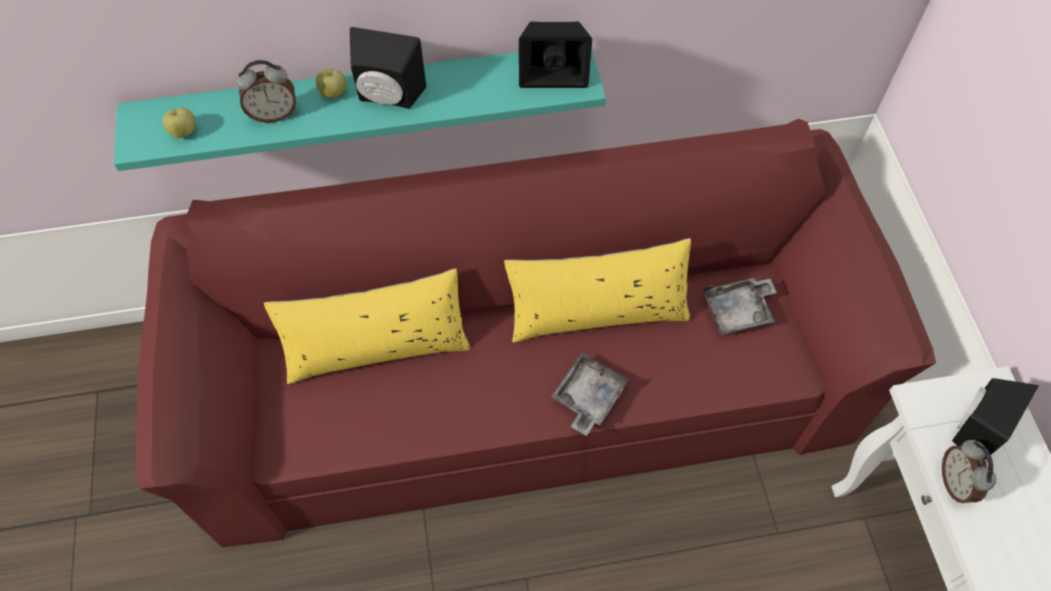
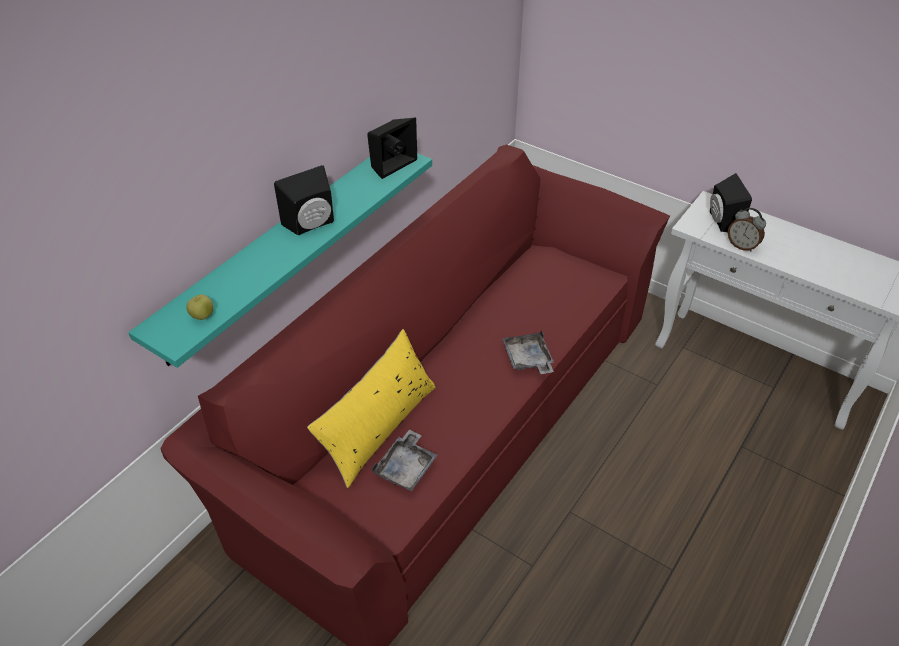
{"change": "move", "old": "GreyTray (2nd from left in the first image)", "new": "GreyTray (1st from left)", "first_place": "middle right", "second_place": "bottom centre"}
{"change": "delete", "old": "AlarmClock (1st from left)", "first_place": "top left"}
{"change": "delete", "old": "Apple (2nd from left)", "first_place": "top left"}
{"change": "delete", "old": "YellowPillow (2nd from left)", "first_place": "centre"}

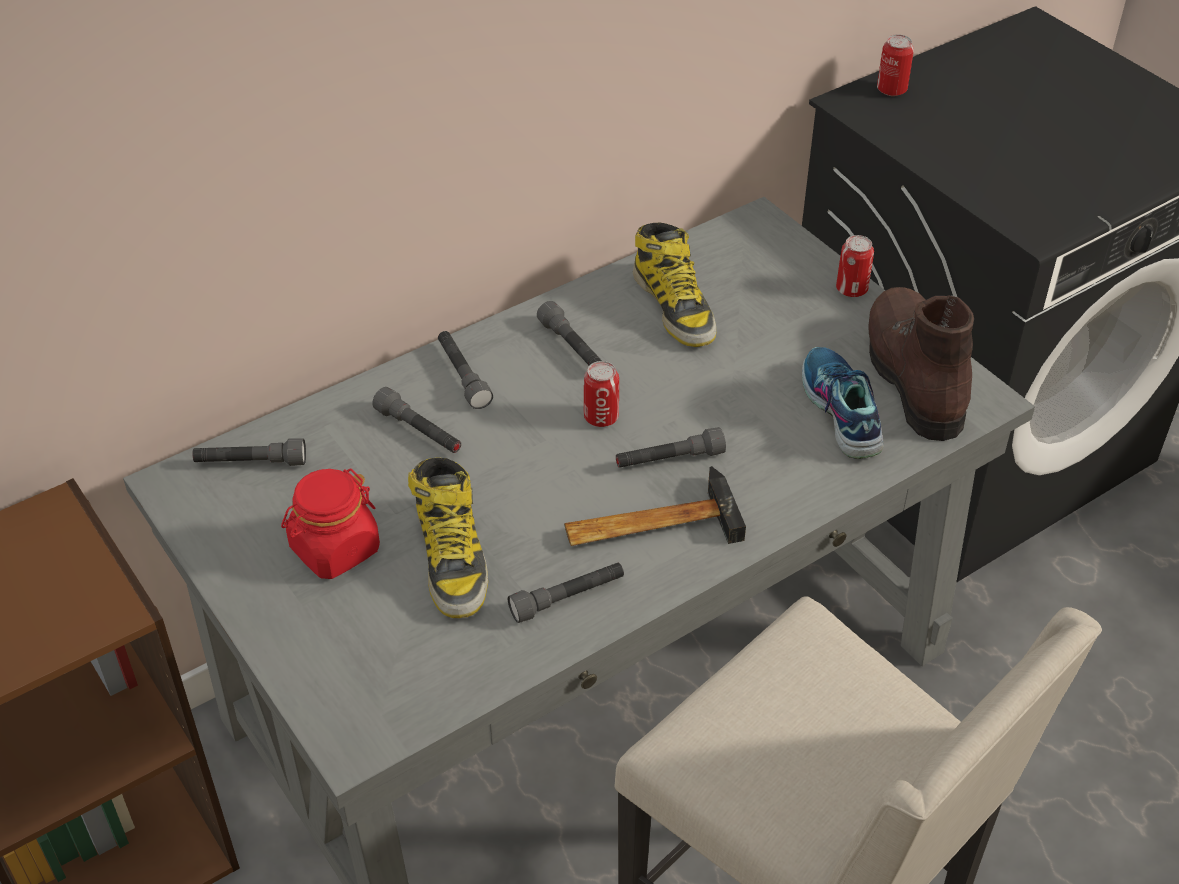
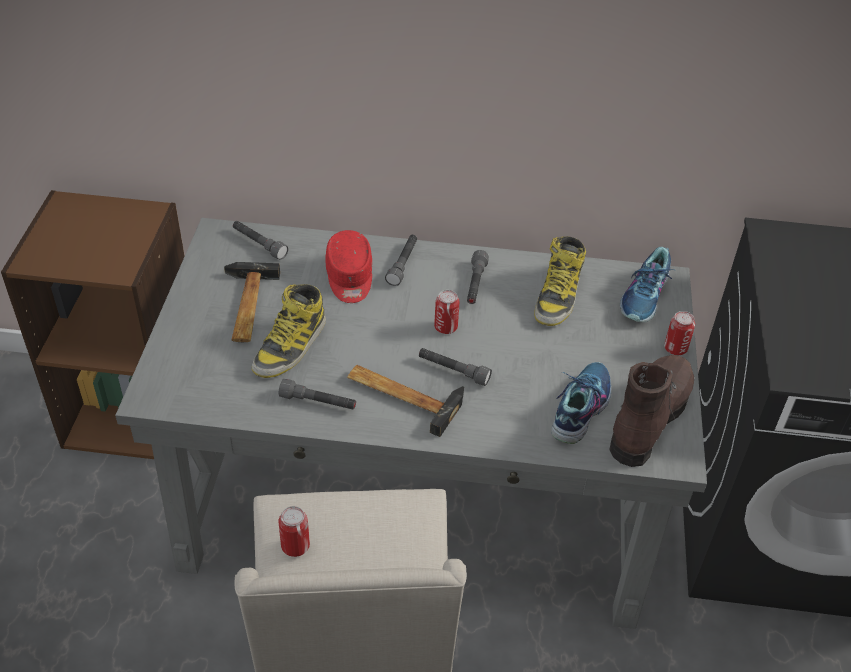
{"change": "replace", "old": "RedJar", "new": "Hammer (1st from left)", "first_place": "middle left", "second_place": "middle left"}
{"change": "move", "old": "Can (3rd from left in the first image)", "new": "Can (1st from left)", "first_place": "top right", "second_place": "bottom centre"}
{"change": "replace", "old": "GreyFlashlight (2nd from left)", "new": "RedCap", "first_place": "centre", "second_place": "centre"}
{"change": "insert", "new": "Shoe (2nd from left)", "second_place": "middle right"}

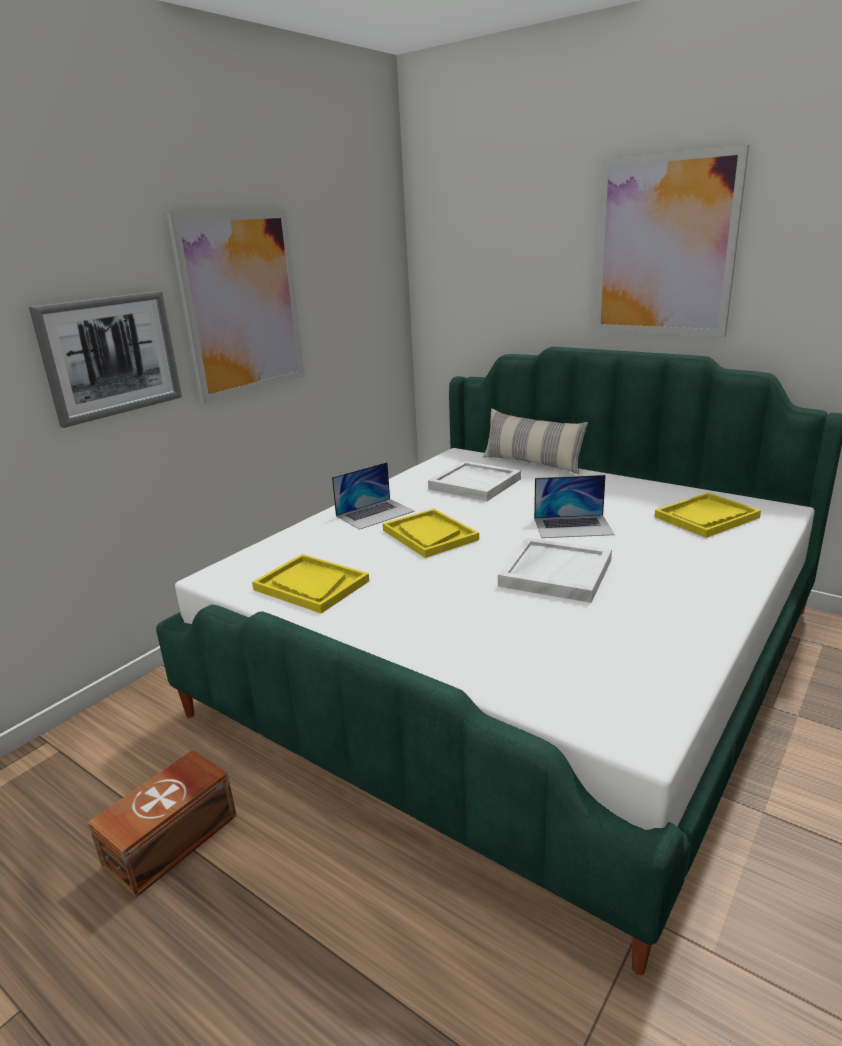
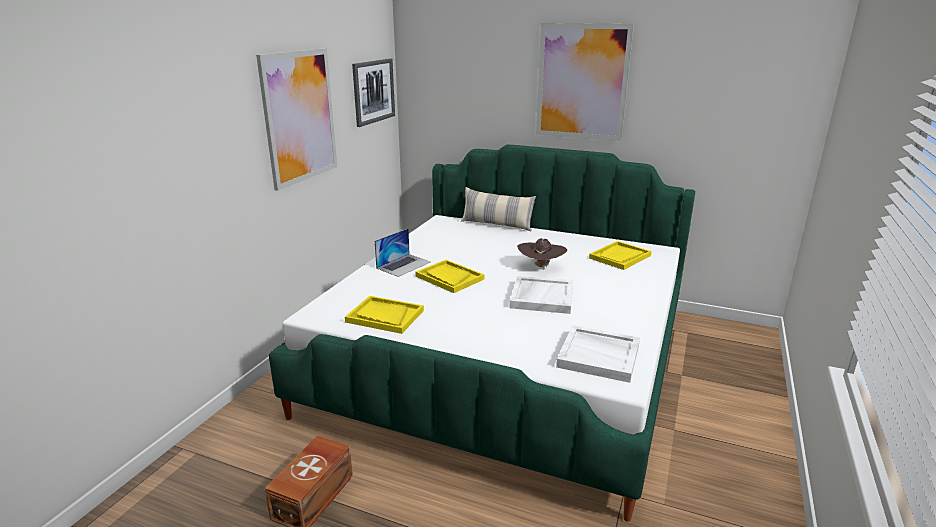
{"change": "move", "old": "Picture (1st from left in the first image)", "new": "Picture (2nd from left)", "first_place": "middle left", "second_place": "top centre"}
{"change": "replace", "old": "Laptop (2nd from left)", "new": "BrownHat", "first_place": "middle right", "second_place": "centre"}
{"change": "move", "old": "WhiteTray (1st from left in the first image)", "new": "WhiteTray (2nd from left)", "first_place": "centre", "second_place": "bottom centre"}

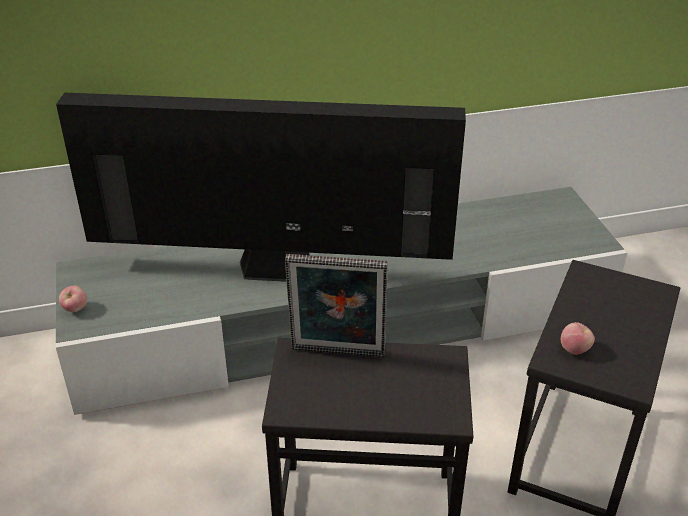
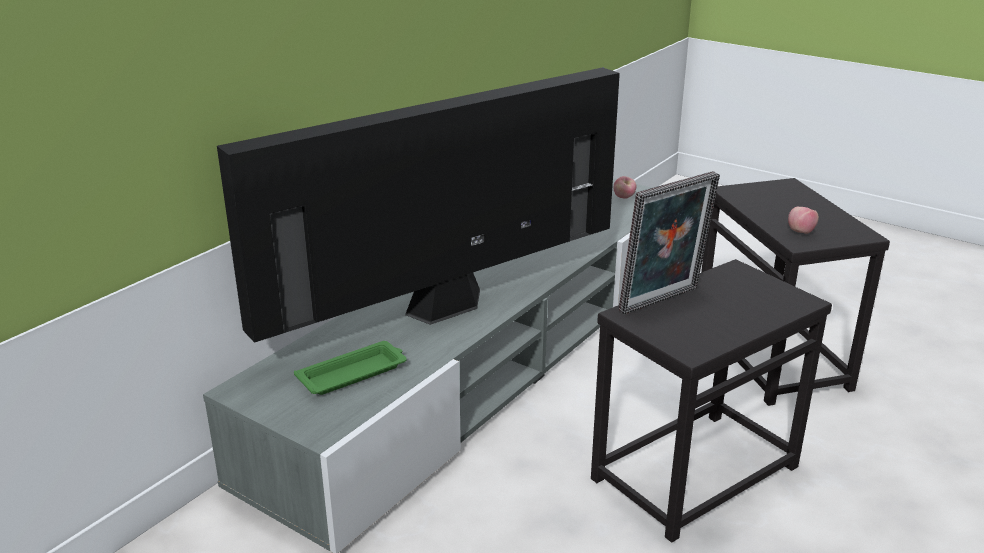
{"change": "insert", "new": "GreenTray", "second_place": "centre"}
{"change": "move", "old": "Apple (1st from left)", "first_place": "middle left", "second_place": "centre"}

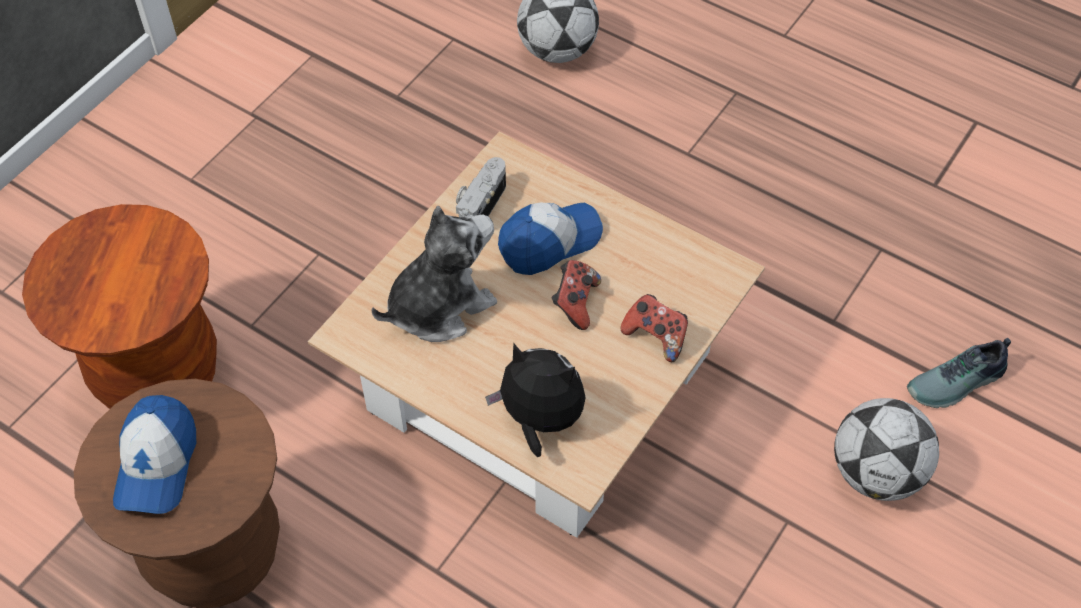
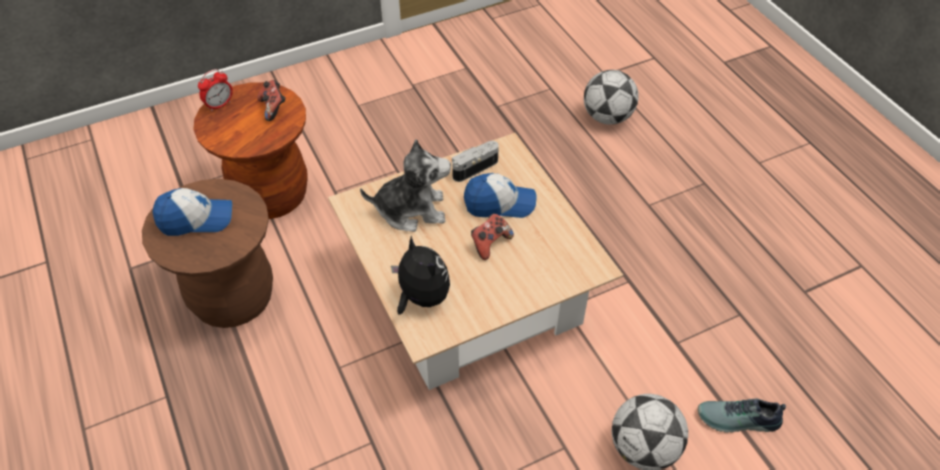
{"change": "rotate", "old": "Cap (1st from left)", "first_place": "bottom left", "second_place": "middle left", "degrees": -135}
{"change": "insert", "new": "AlarmClock", "second_place": "top left"}
{"change": "move", "old": "GameController (2nd from left in the first image)", "new": "GameController (1st from left)", "first_place": "centre", "second_place": "top left"}

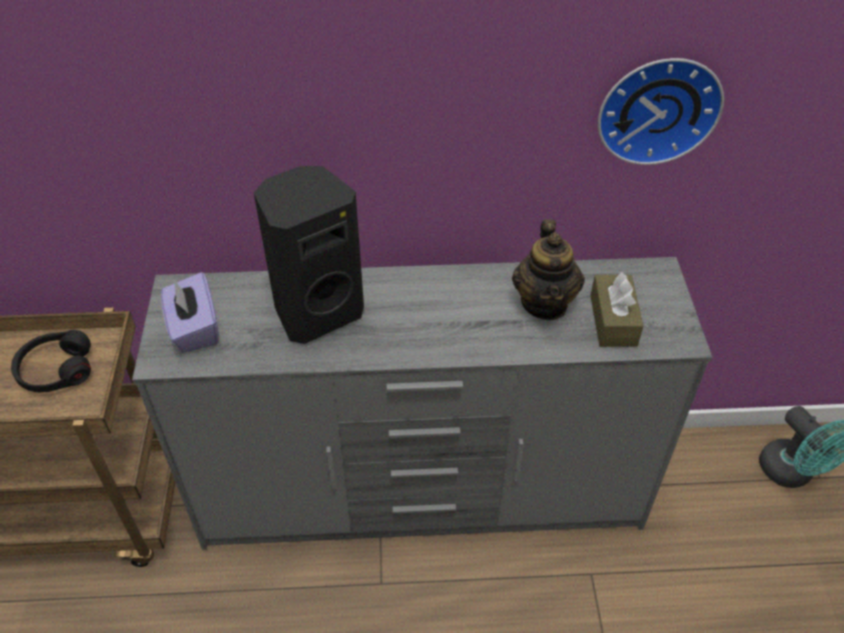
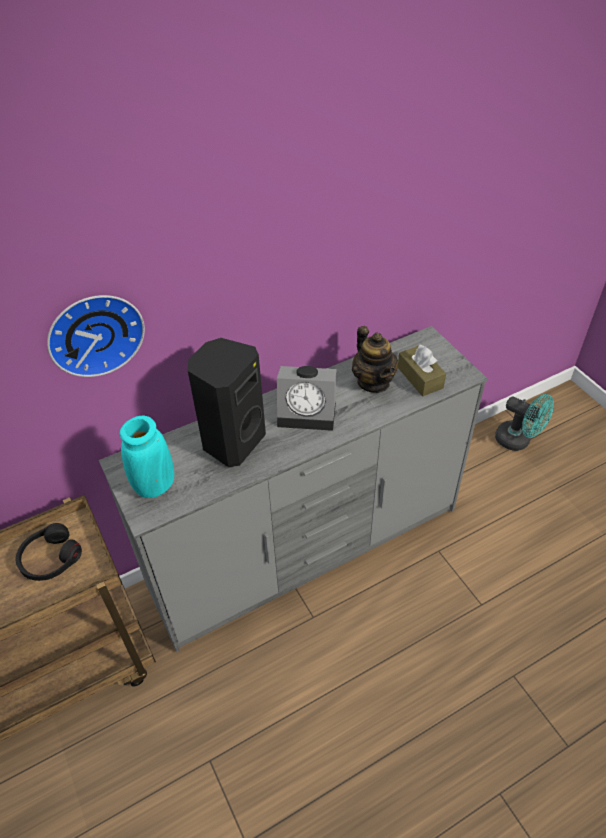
{"change": "move", "old": "WallClock", "first_place": "top right", "second_place": "middle left"}
{"change": "replace", "old": "PurpleTissueBox", "new": "TurquoiseVase", "first_place": "middle left", "second_place": "middle left"}
{"change": "insert", "new": "AlarmClock", "second_place": "centre"}

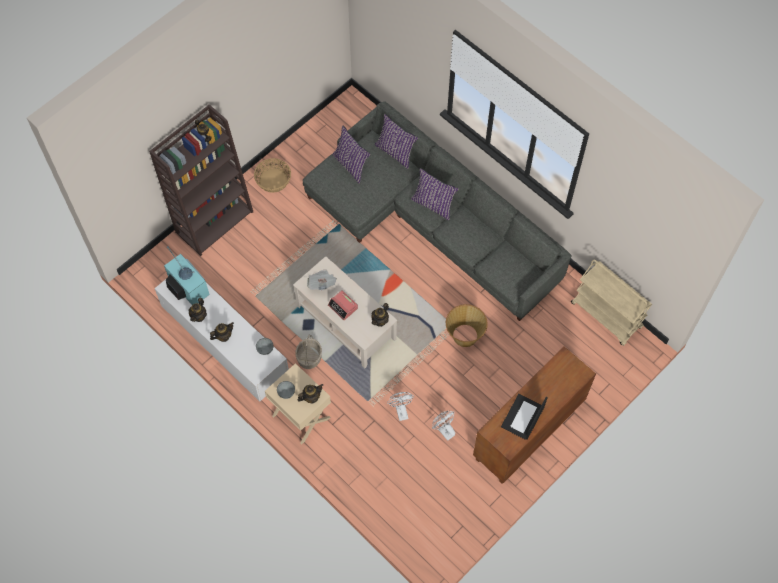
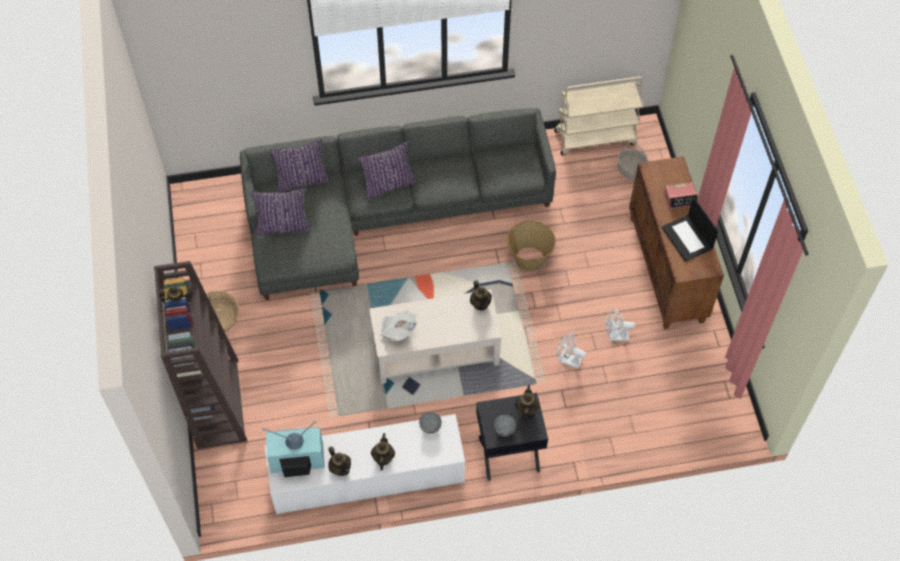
{"change": "recolor", "old": "BeigeNightstand", "new": "BlackNightstand", "first_place": "bottom centre", "second_place": "bottom centre"}
{"change": "move", "old": "Basket (2nd from left in the first image)", "new": "Basket (3rd from left)", "first_place": "centre", "second_place": "top right"}
{"change": "move", "old": "AlarmClock", "first_place": "centre", "second_place": "middle right"}

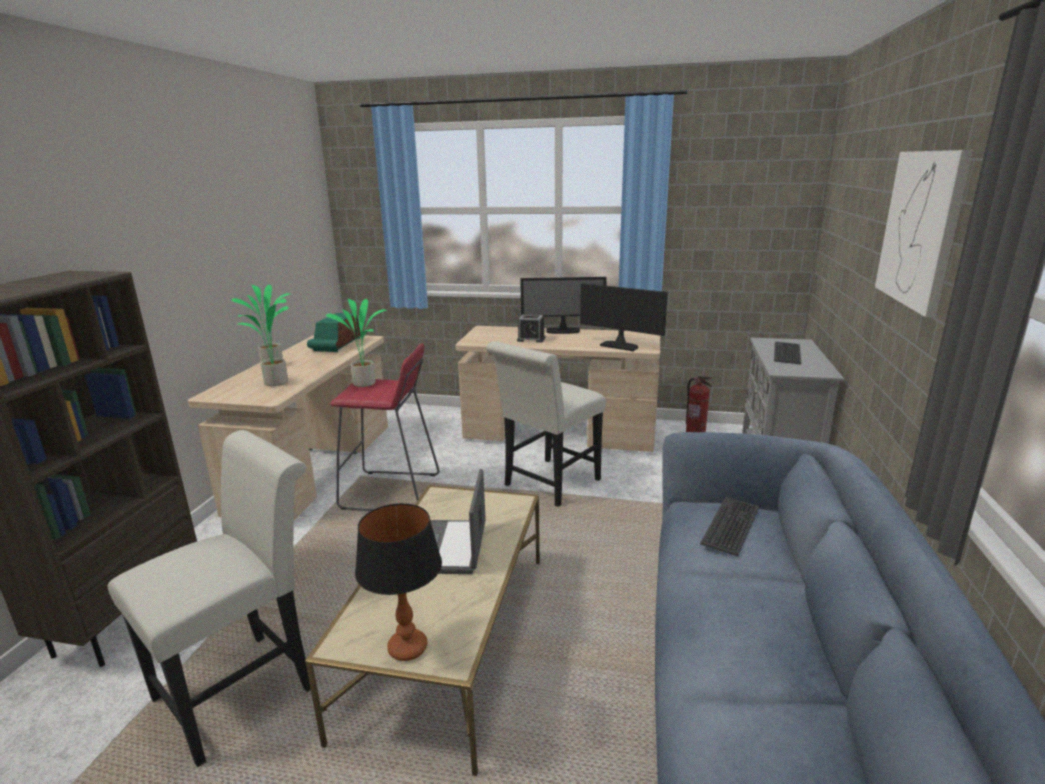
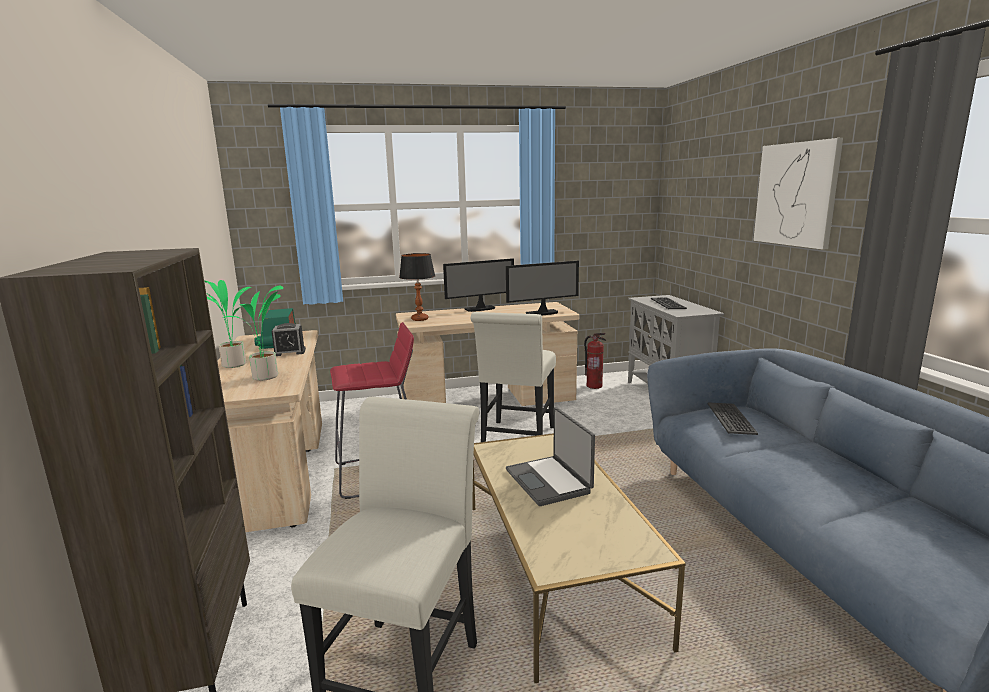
{"change": "move", "old": "AlarmClock", "first_place": "centre", "second_place": "middle left"}
{"change": "move", "old": "TableLamp", "first_place": "bottom centre", "second_place": "centre"}
{"change": "rotate", "old": "Monitor (2nd from left)", "first_place": "centre", "second_place": "centre", "degrees": 150}
{"change": "delete", "old": "PottedPlant (3rd from left)", "first_place": "centre"}

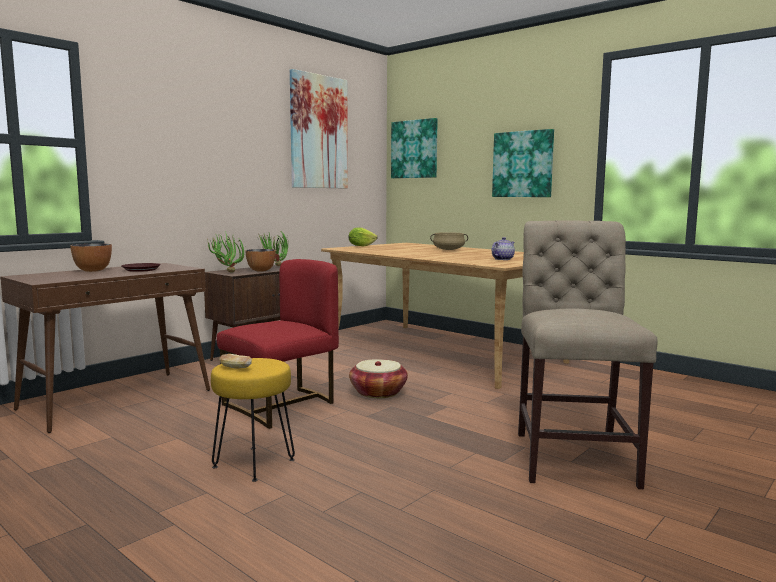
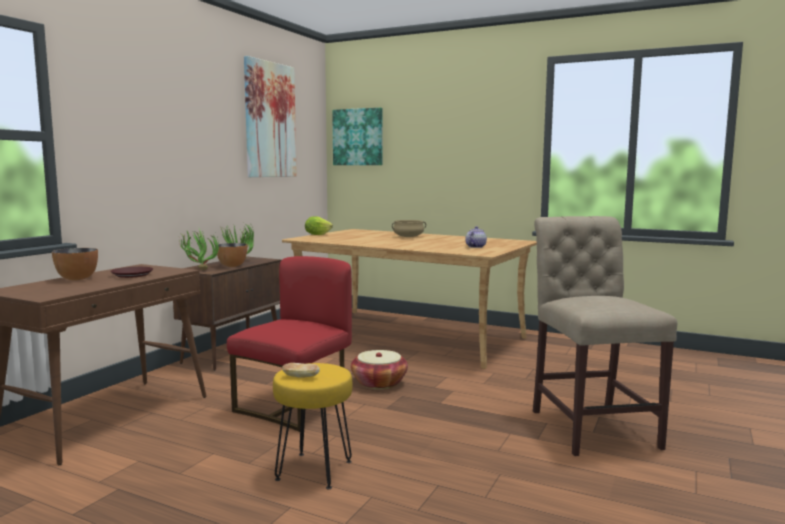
{"change": "delete", "old": "Picture (3rd from left)", "first_place": "top right"}

